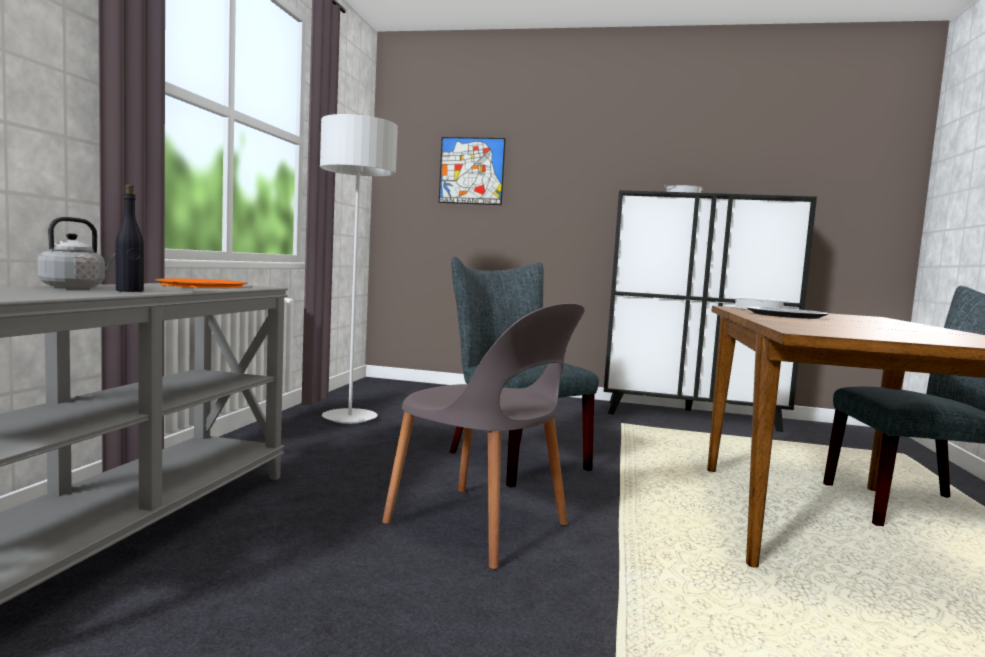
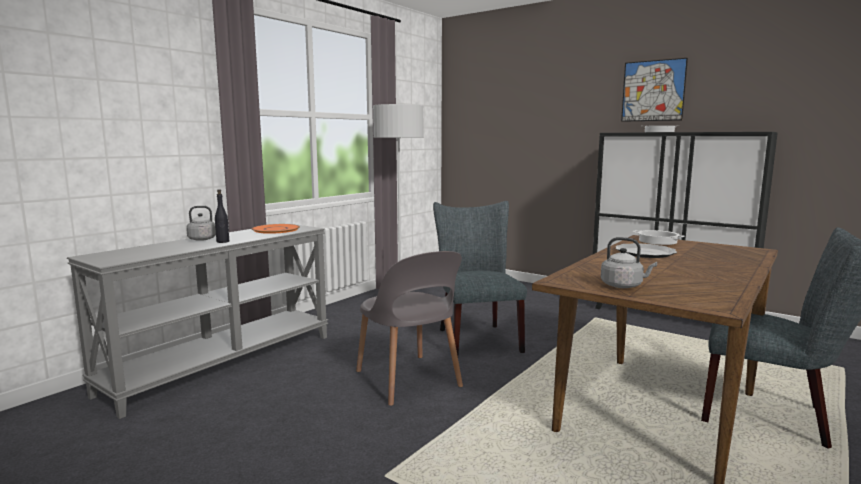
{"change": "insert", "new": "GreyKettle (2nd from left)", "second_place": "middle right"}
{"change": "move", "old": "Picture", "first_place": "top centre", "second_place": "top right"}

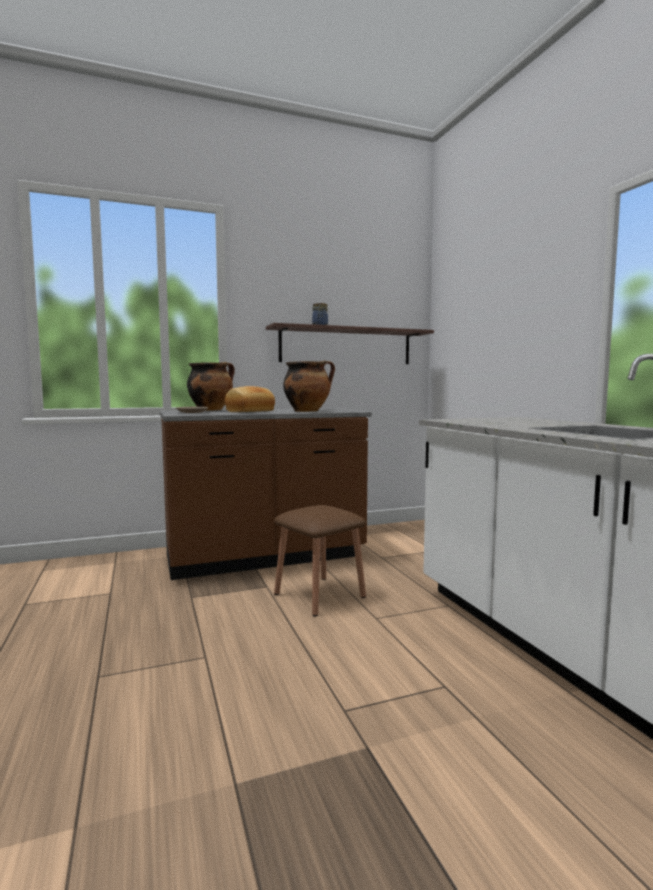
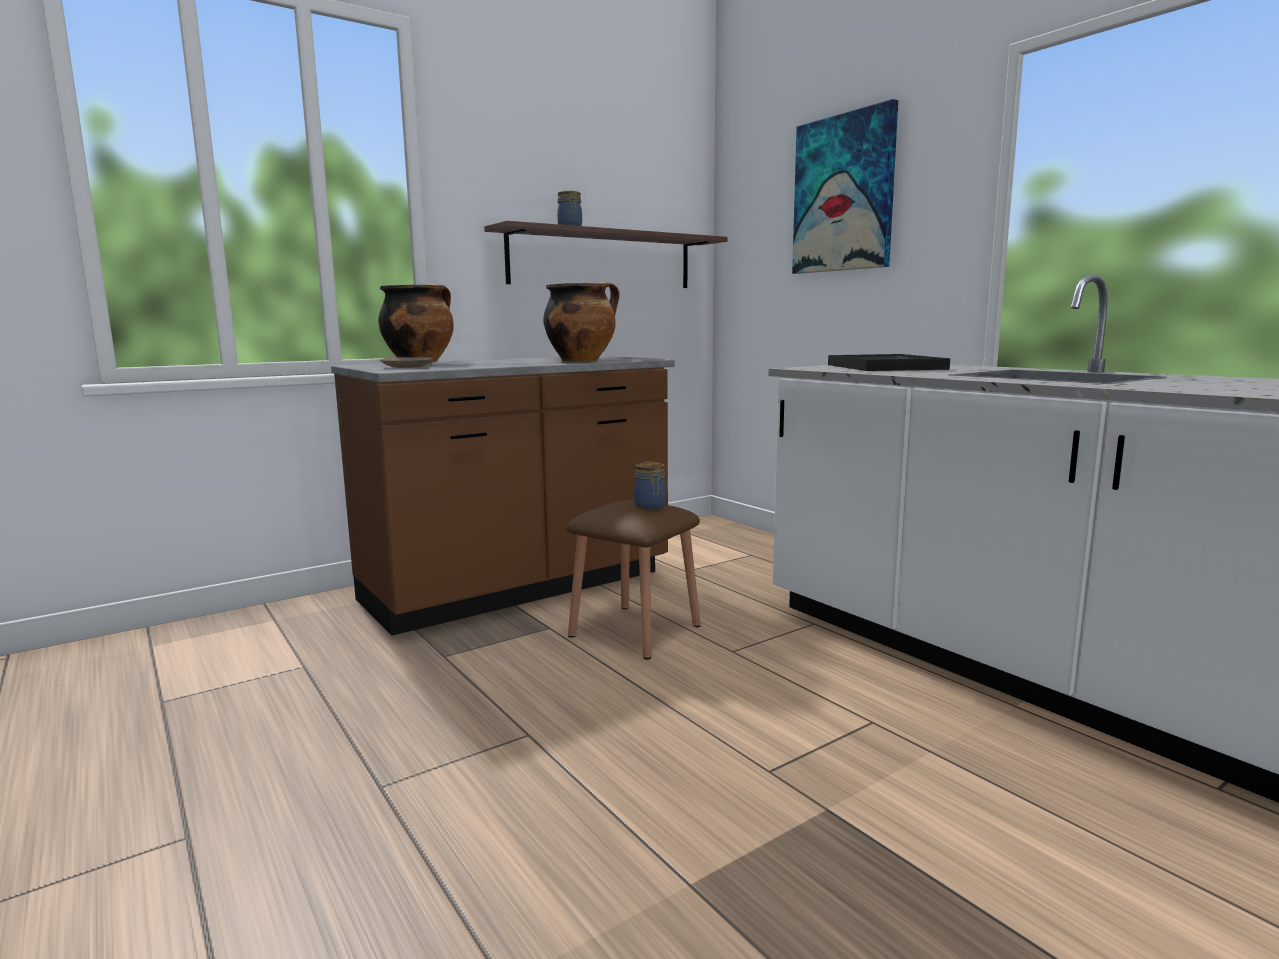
{"change": "insert", "new": "Jar (2nd from left)", "second_place": "centre"}
{"change": "insert", "new": "Picture", "second_place": "top centre"}
{"change": "insert", "new": "BlackTray", "second_place": "middle right"}
{"change": "delete", "old": "Bread", "first_place": "centre"}

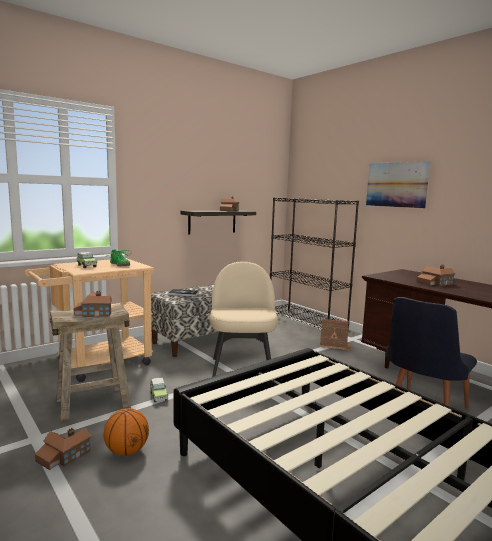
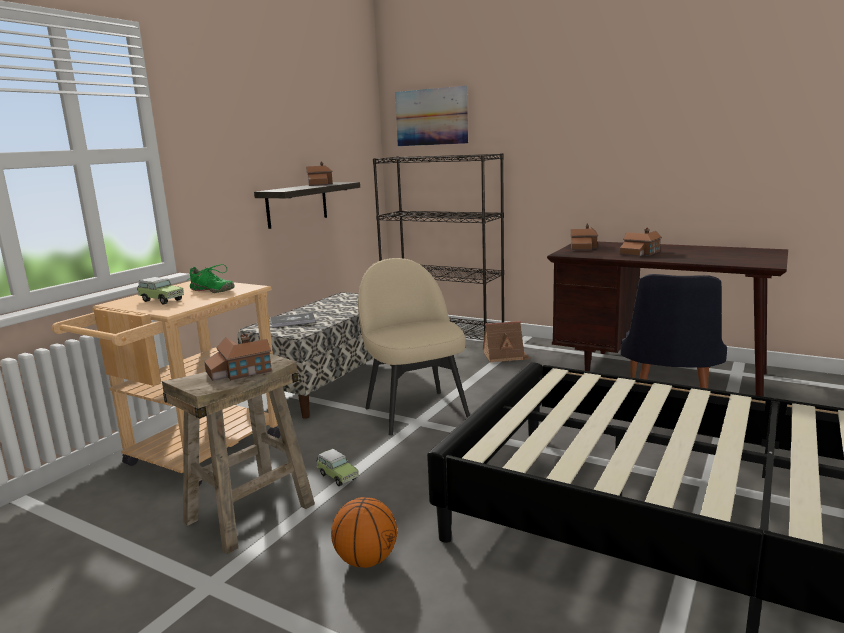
{"change": "move", "old": "Picture", "first_place": "middle right", "second_place": "top centre"}
{"change": "move", "old": "ToyHouse (1st from left in the first image)", "new": "ToyHouse (4th from left)", "first_place": "bottom left", "second_place": "middle right"}

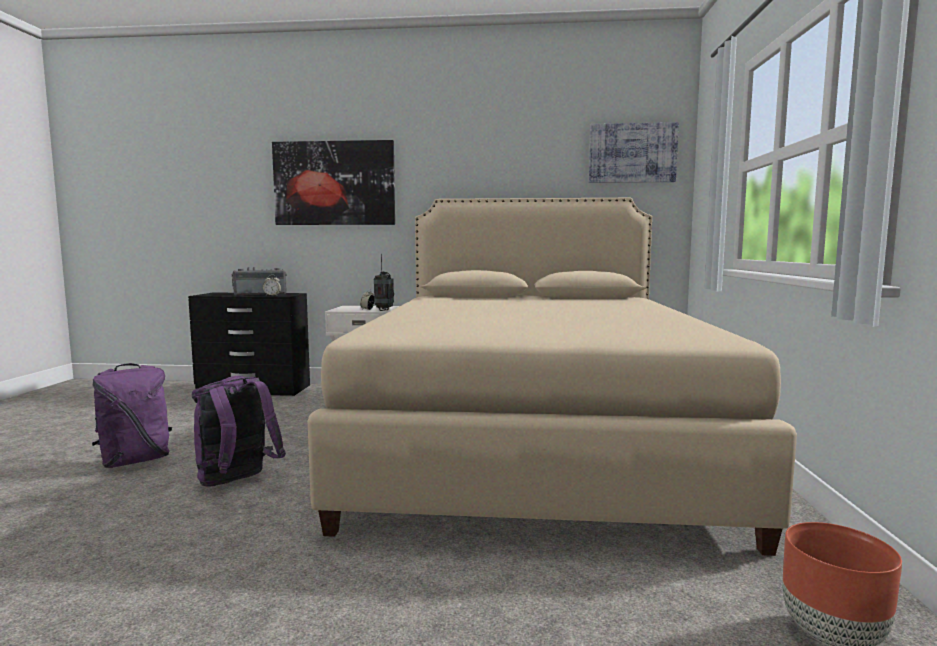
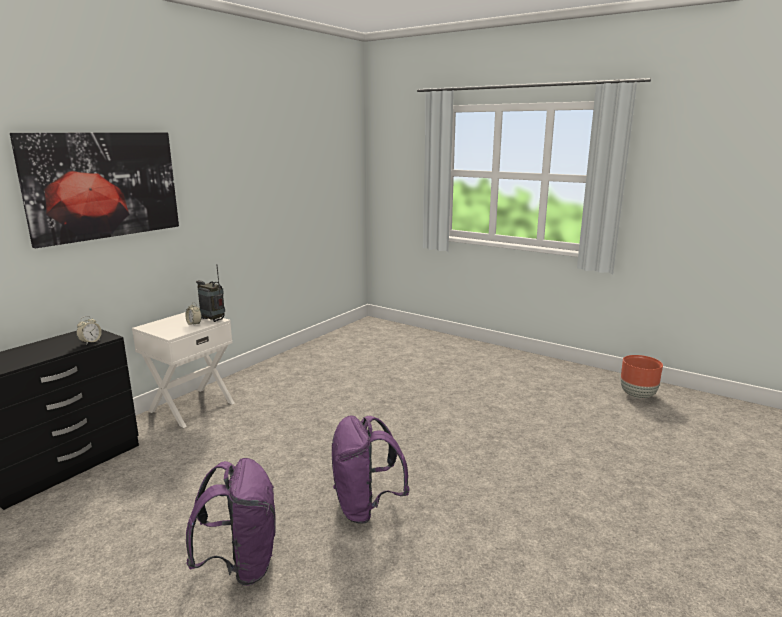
{"change": "delete", "old": "Radio (1st from left)", "first_place": "middle left"}
{"change": "delete", "old": "BeigeBed", "first_place": "centre"}
{"change": "delete", "old": "Picture (2nd from left)", "first_place": "top right"}

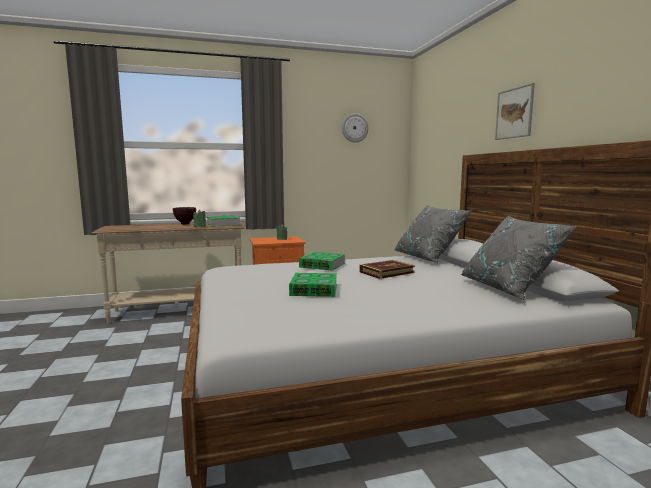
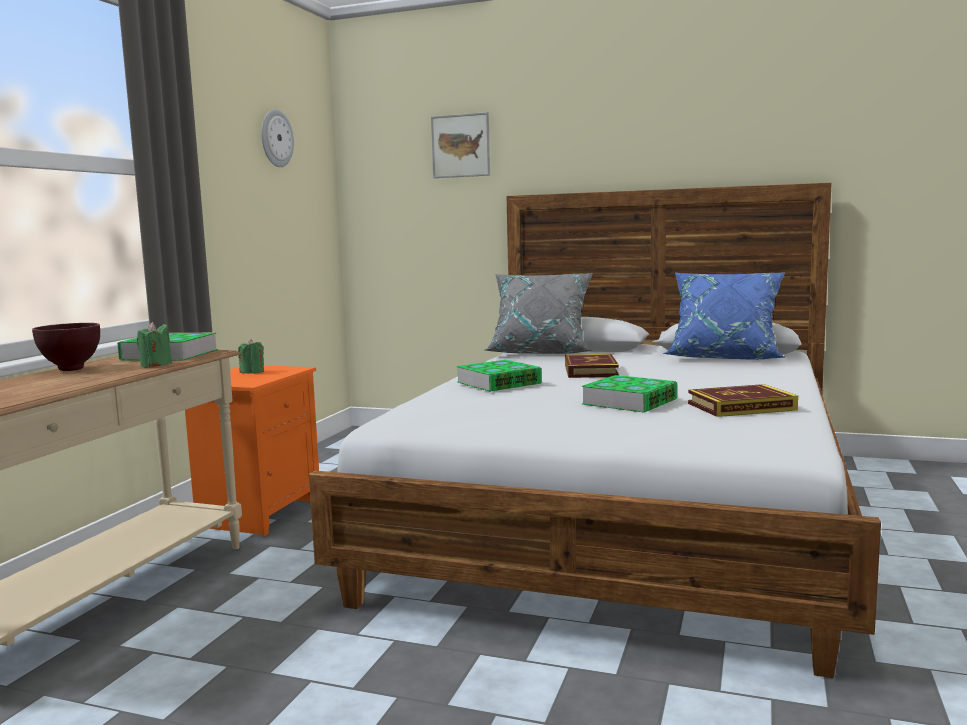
{"change": "move", "old": "Picture", "first_place": "top right", "second_place": "top centre"}
{"change": "recolor", "old": "GreyPillow (2nd from left)", "new": "BluePillow", "first_place": "middle right", "second_place": "middle right"}
{"change": "insert", "new": "Book (5th from left)", "second_place": "middle right"}

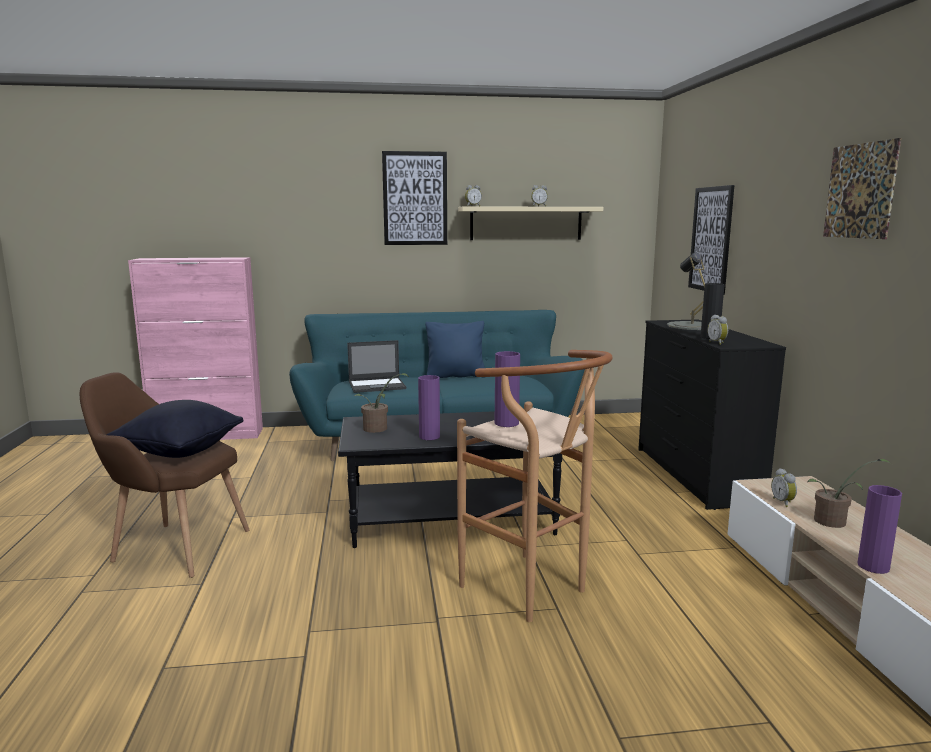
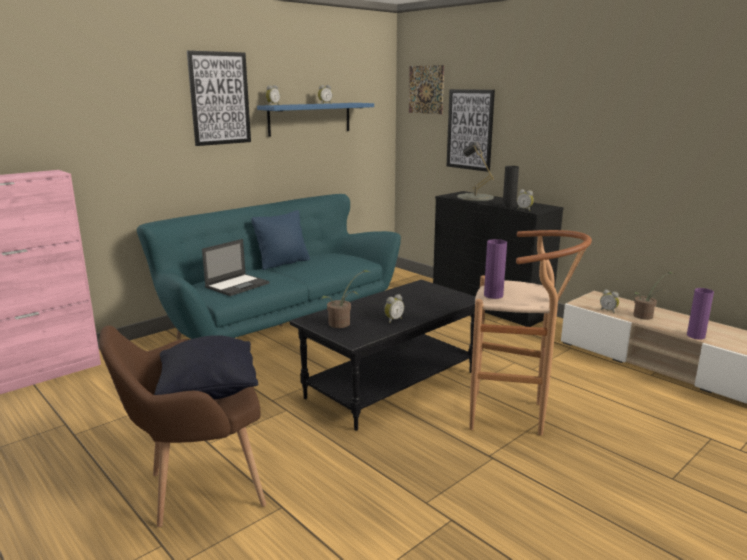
{"change": "recolor", "old": "BeigeShelf", "new": "BlueShelf", "first_place": "top centre", "second_place": "top centre"}
{"change": "replace", "old": "PurpleVase (1st from left)", "new": "AlarmClock (3rd from left)", "first_place": "centre", "second_place": "centre"}
{"change": "move", "old": "Picture (3rd from left in the first image)", "new": "Picture (2nd from left)", "first_place": "top right", "second_place": "top centre"}

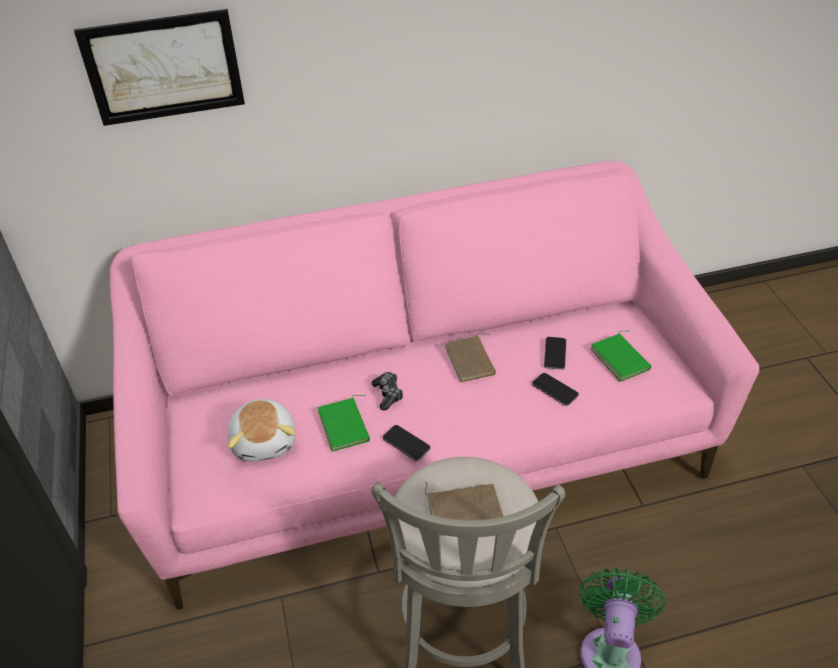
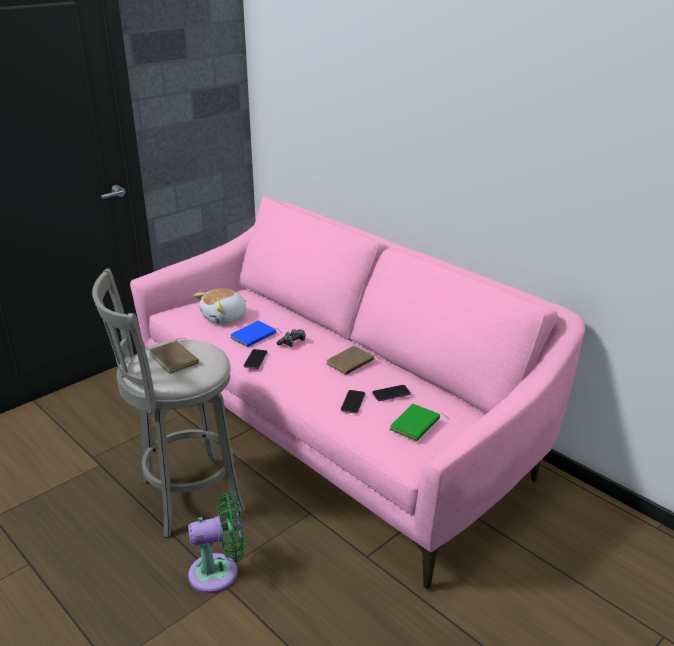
{"change": "recolor", "old": "GreenBook (1st from left)", "new": "BlueBook", "first_place": "centre", "second_place": "centre"}
{"change": "delete", "old": "Picture", "first_place": "top left"}

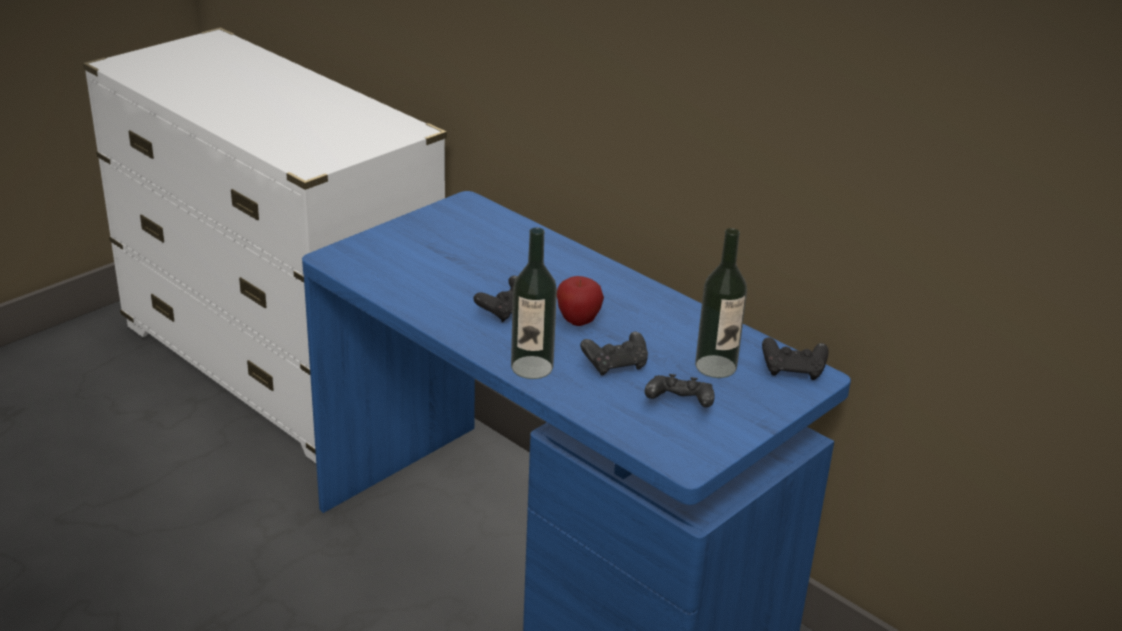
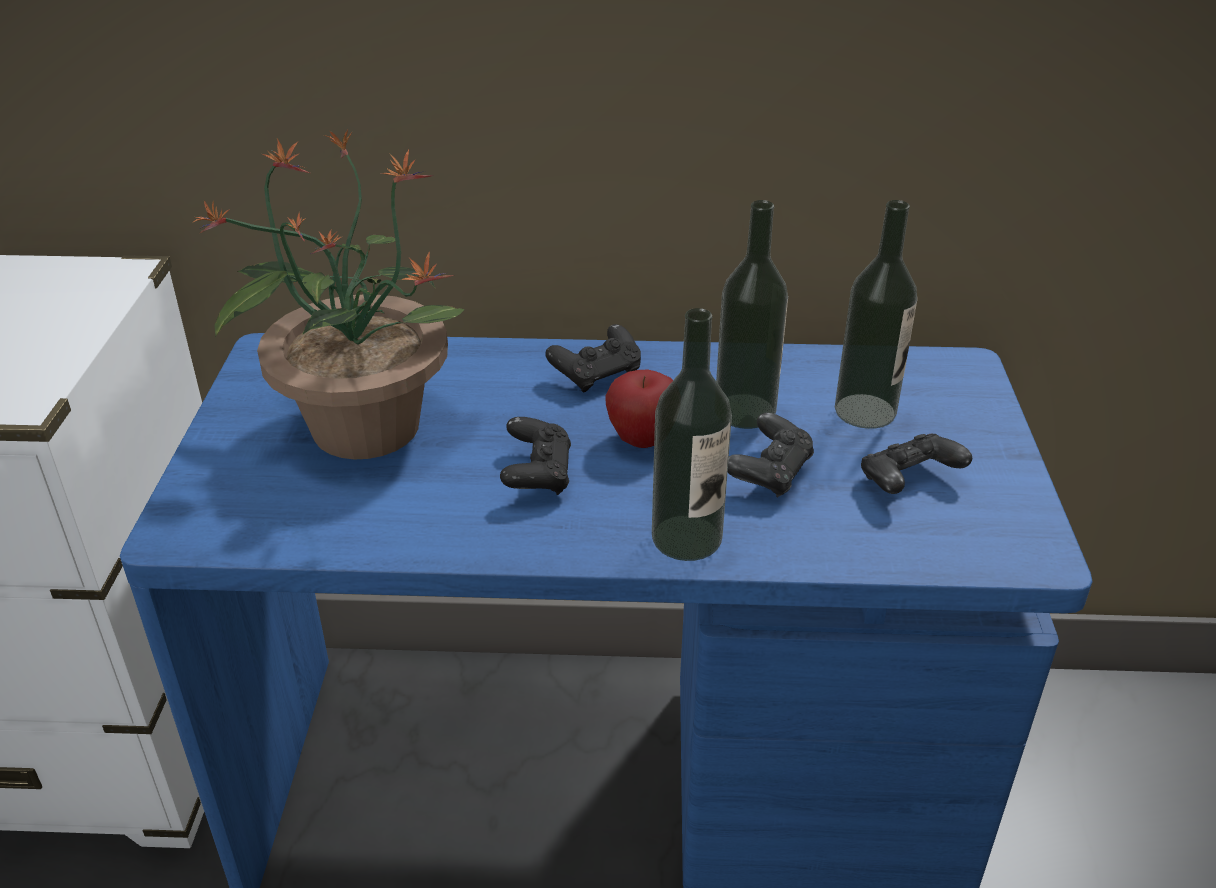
{"change": "insert", "new": "PottedPlant", "second_place": "top left"}
{"change": "move", "old": "BlackGameController (4th from left in the first image)", "new": "BlackGameController (2nd from left)", "first_place": "middle right", "second_place": "centre"}
{"change": "insert", "new": "Bottle (2nd from left)", "second_place": "centre"}

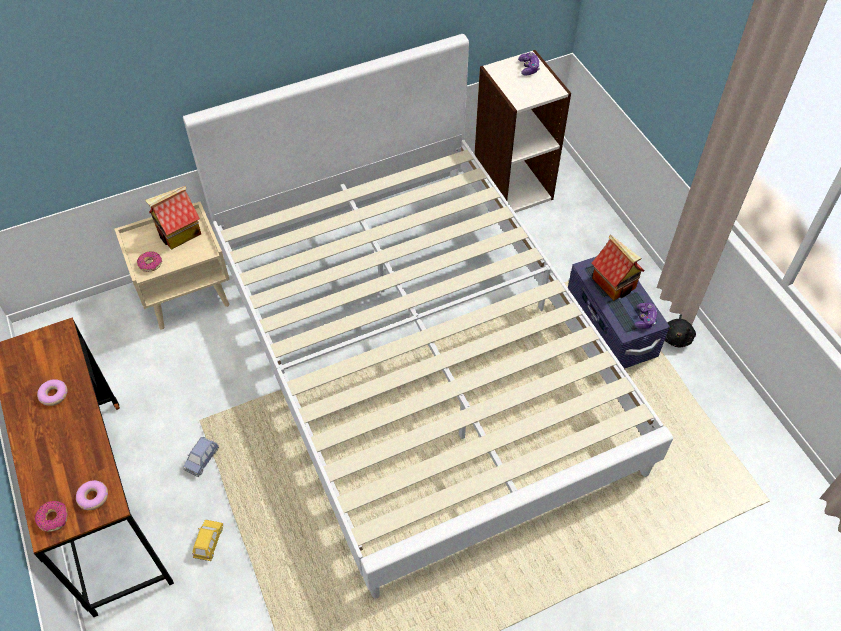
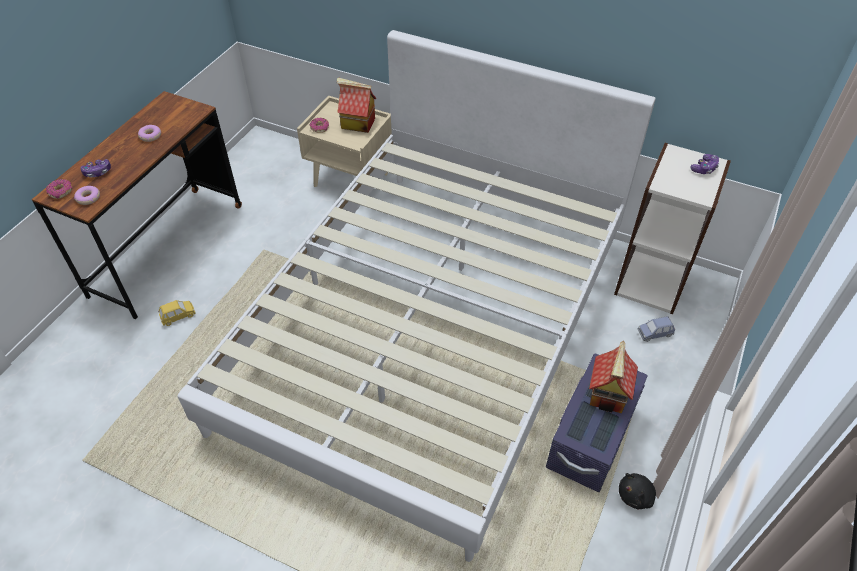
{"change": "move", "old": "GameController (2nd from left in the first image)", "new": "GameController (1st from left)", "first_place": "middle right", "second_place": "top left"}
{"change": "move", "old": "BlueToyCar", "first_place": "bottom left", "second_place": "middle right"}

